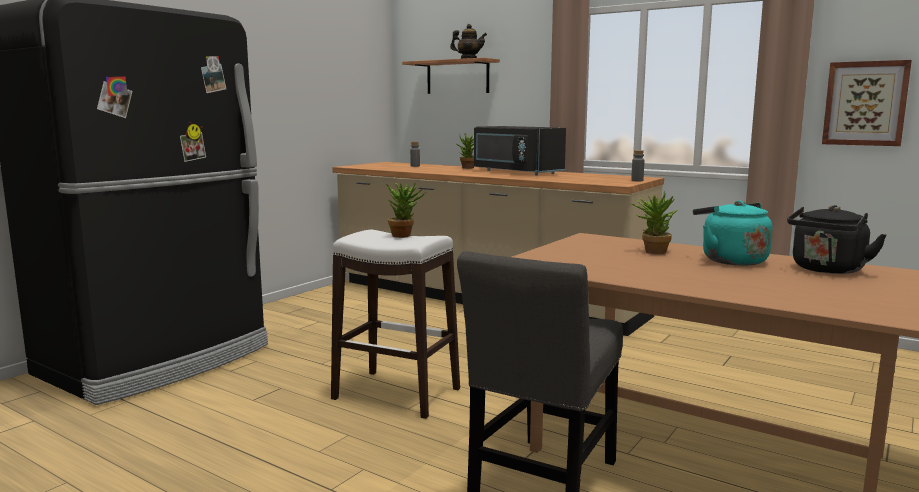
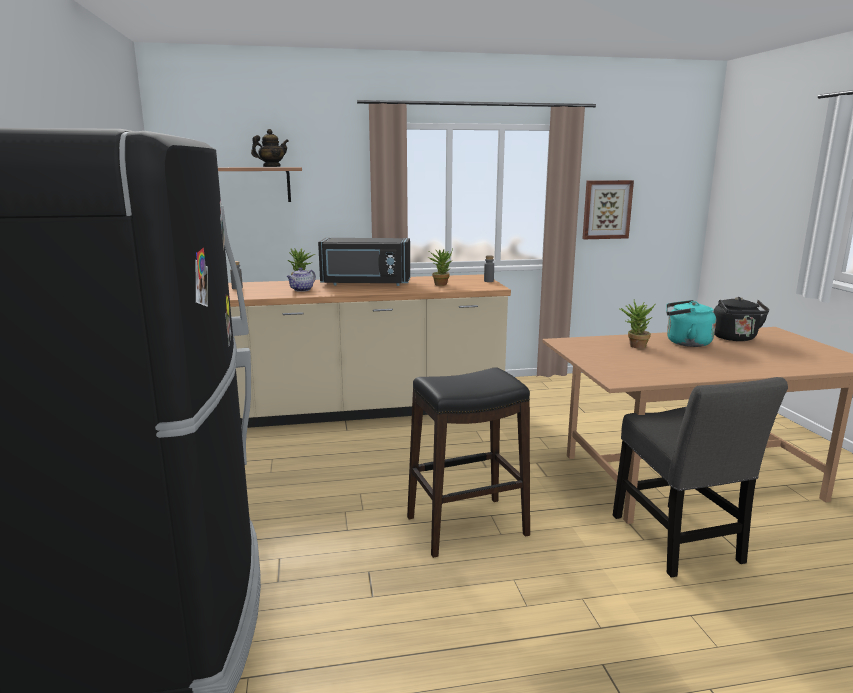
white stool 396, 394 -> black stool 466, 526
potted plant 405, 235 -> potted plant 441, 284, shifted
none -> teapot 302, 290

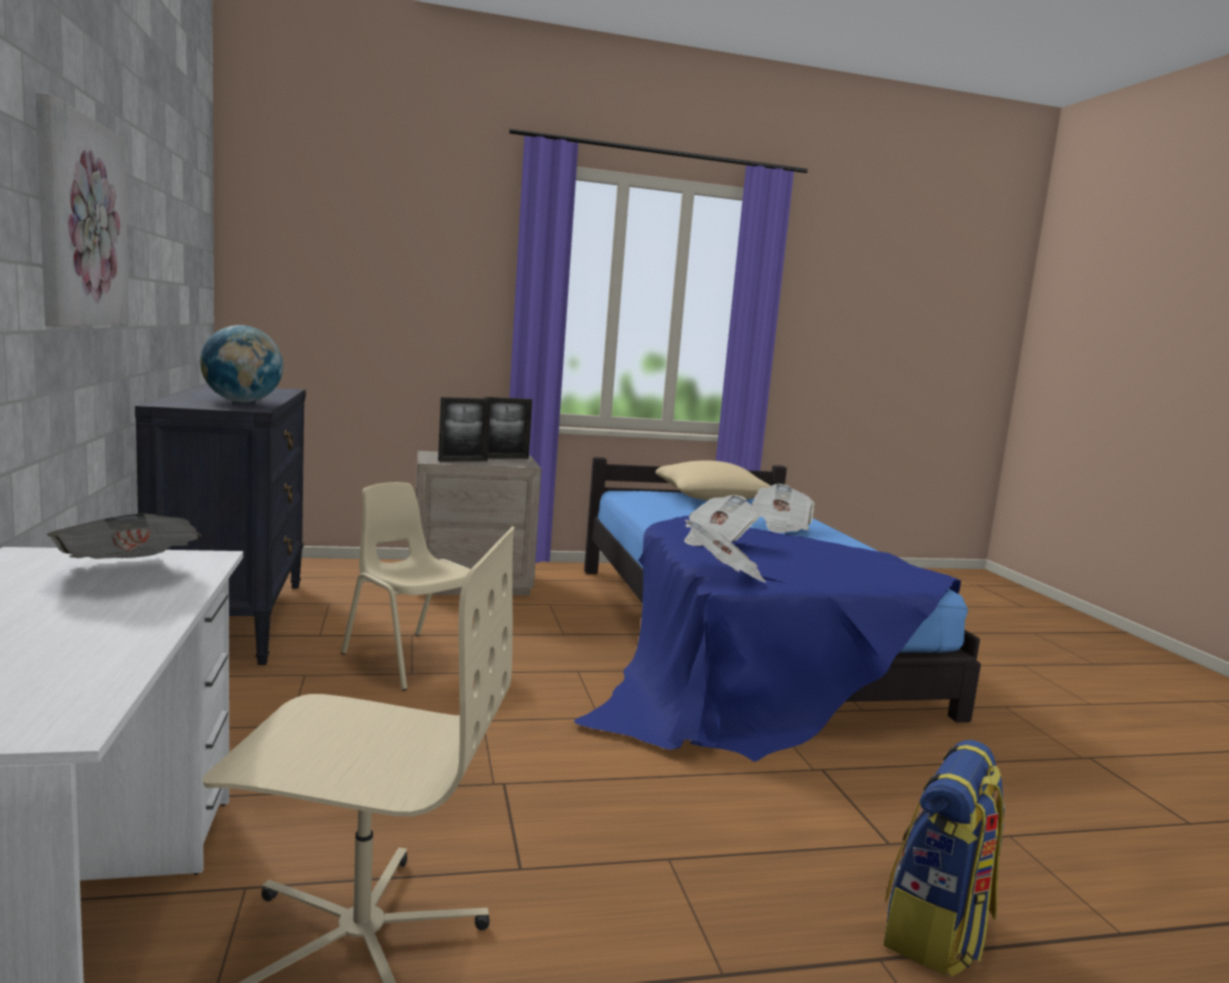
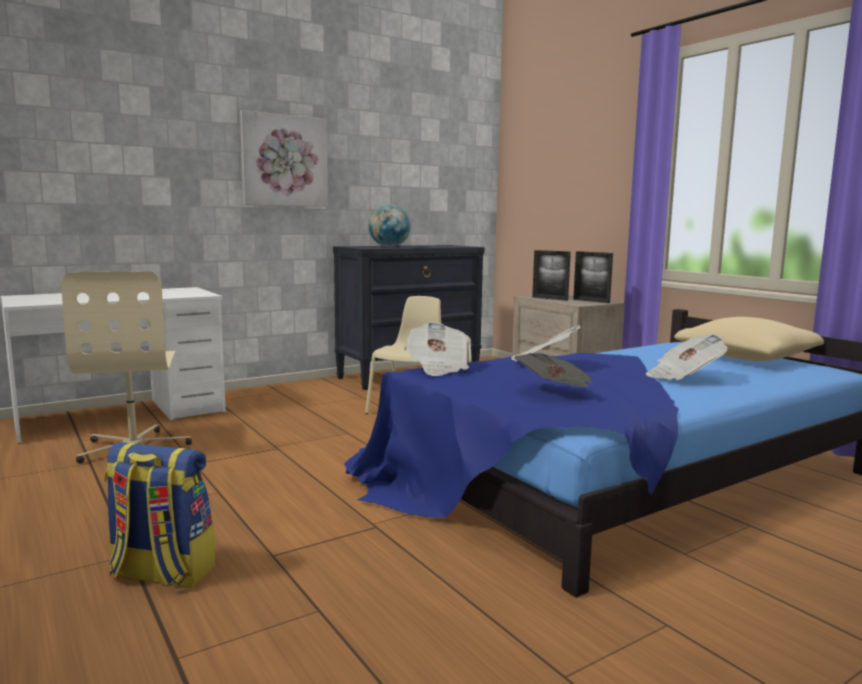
newspaper 129, 574 -> newspaper 555, 392, shifted

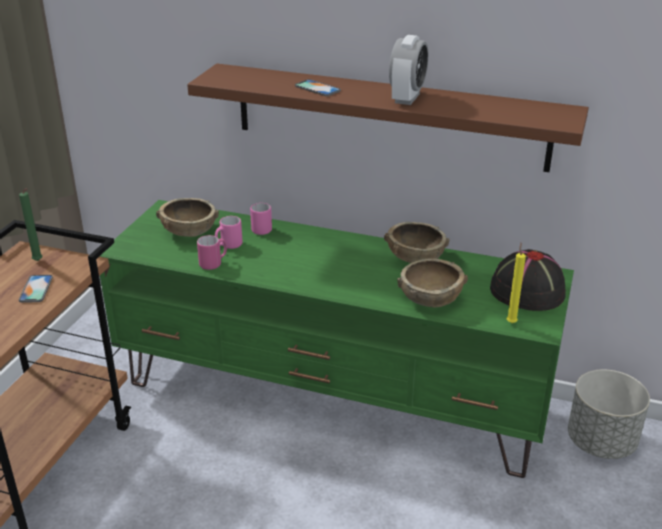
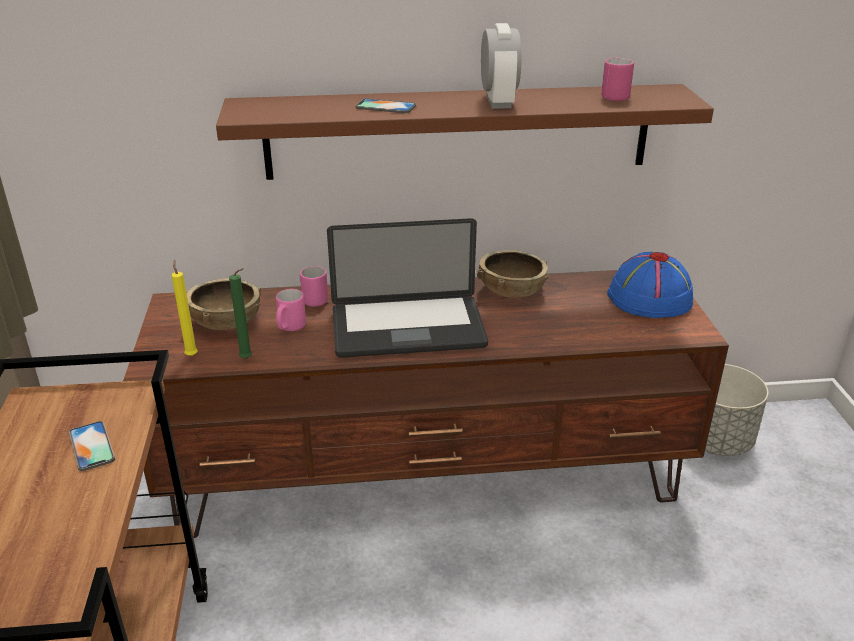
green candle 38, 261 -> green candle 248, 359, shifted
green tv stand 333, 395 -> brown tv stand 428, 476
pink mug 214, 263 -> pink mug 616, 96, shifted
brown bowl 431, 298 -> none
black hat 526, 291 -> blue hat 649, 298
yellow candle 511, 322 -> yellow candle 191, 354, shifted
none -> laptop 408, 329

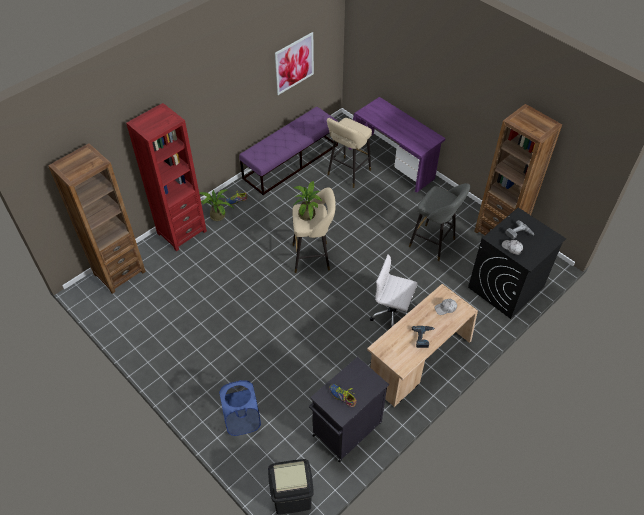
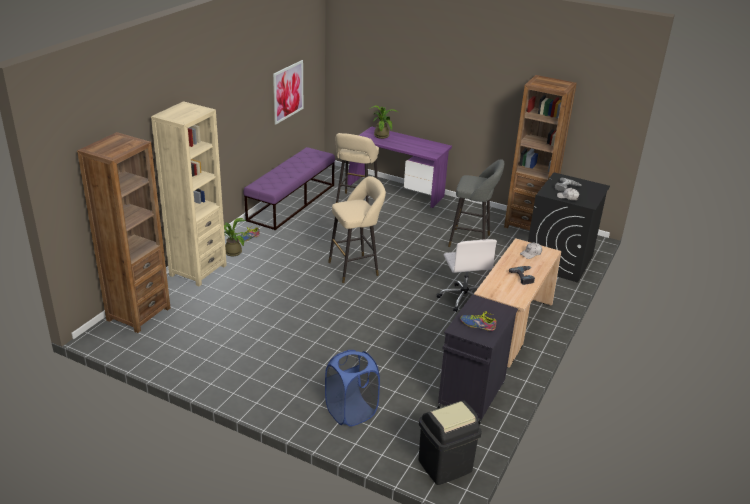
red bookcase 182, 232 -> beige bookcase 198, 270
potted plant 308, 213 -> potted plant 382, 135, shifted
white office chair 392, 314 -> white office chair 463, 298, 105 degrees counterclockwise

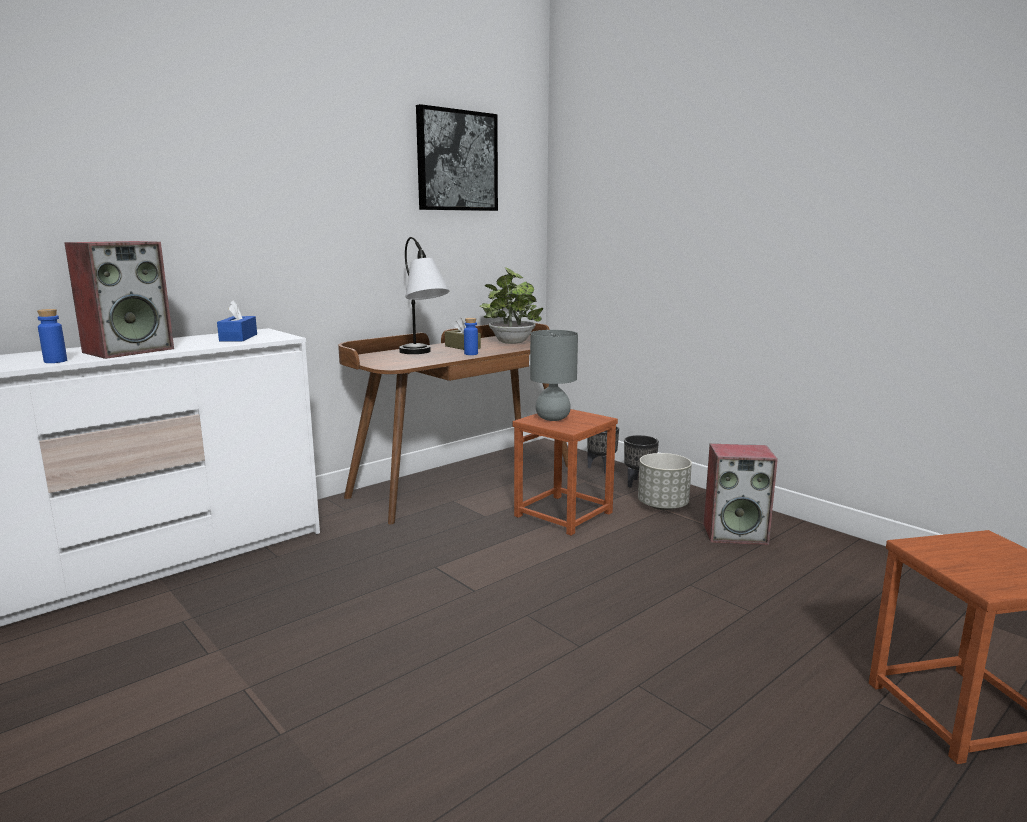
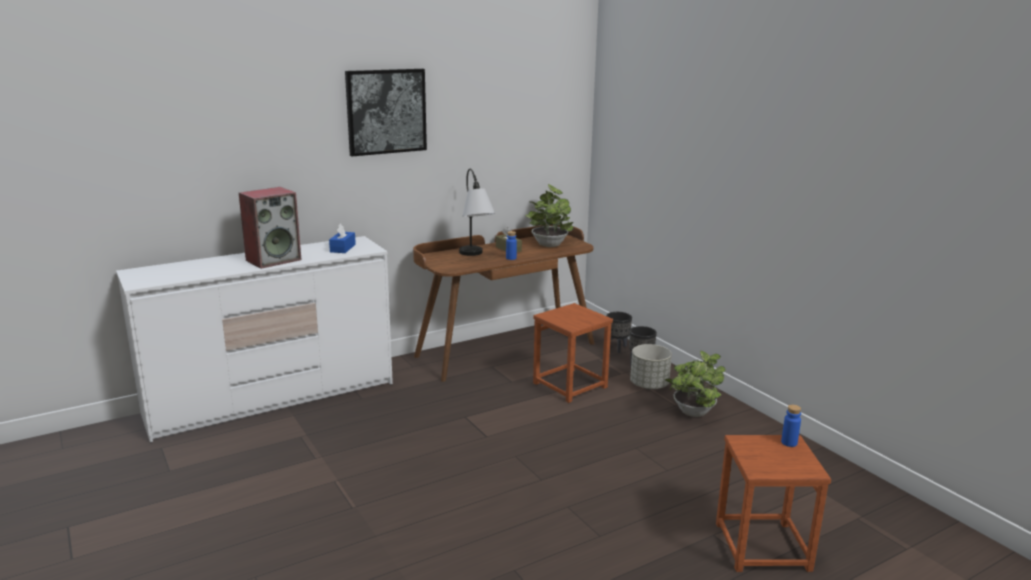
blue bottle 55, 361 -> blue bottle 789, 443, shifted
picture 457, 161 -> picture 386, 111, shifted
grey table lamp 553, 418 -> none
speaker 735, 534 -> potted plant 692, 413

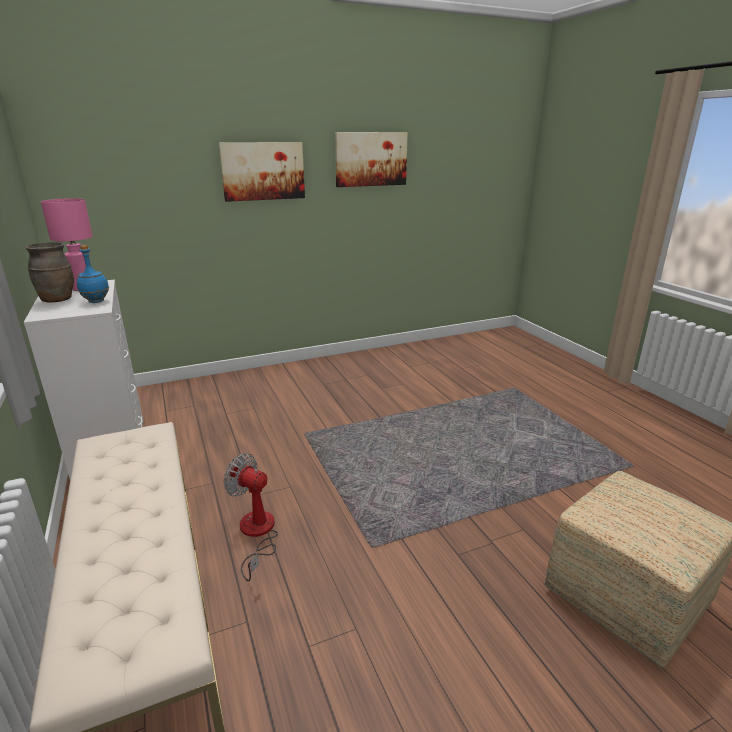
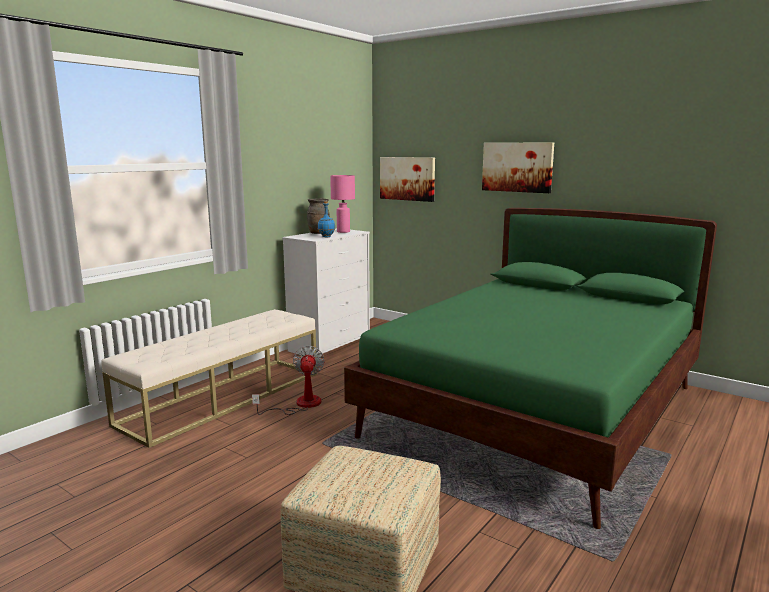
picture 371, 159 -> picture 407, 178, shifted
none -> green bed 537, 411

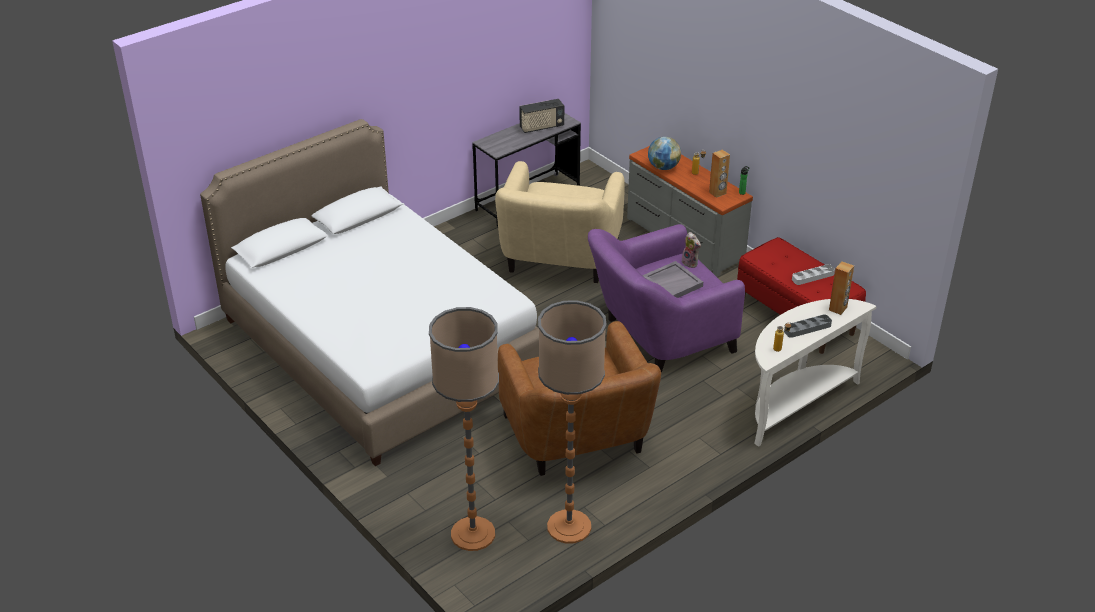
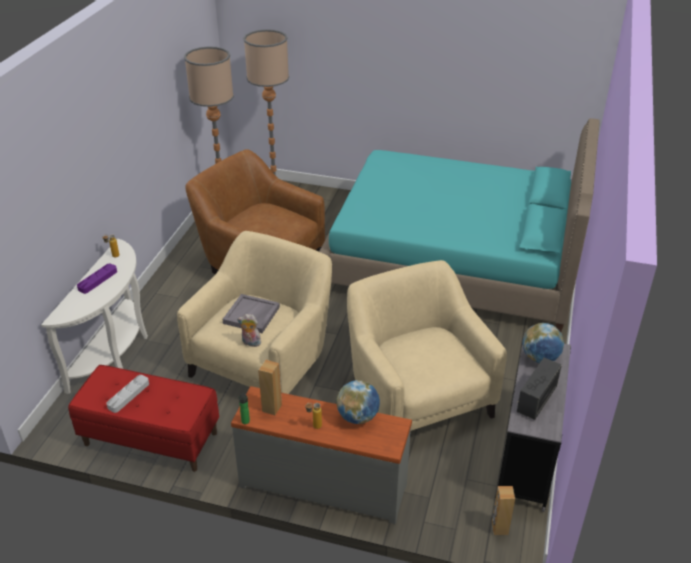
white bed 381, 348 -> turquoise bed 453, 262
purple armchair 659, 336 -> beige armchair 264, 360
grey tray 807, 328 -> purple tray 97, 280
brown speaker 838, 309 -> brown speaker 499, 528, shifted
none -> globe 540, 358

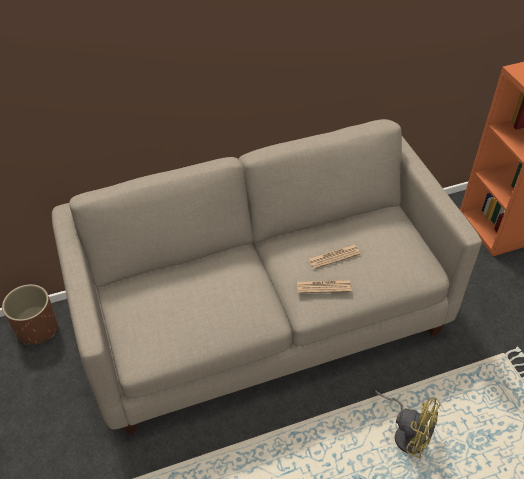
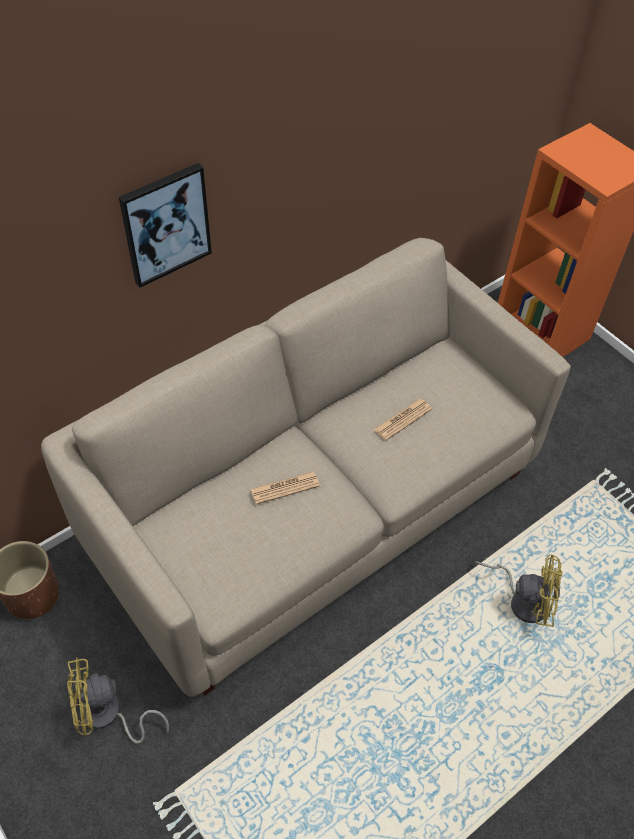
newspaper 323, 287 -> newspaper 285, 488, shifted
none -> yellow fan 108, 715
none -> picture 165, 224

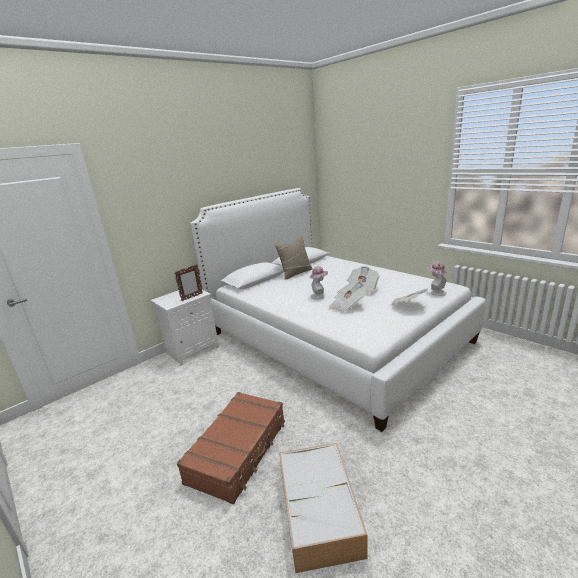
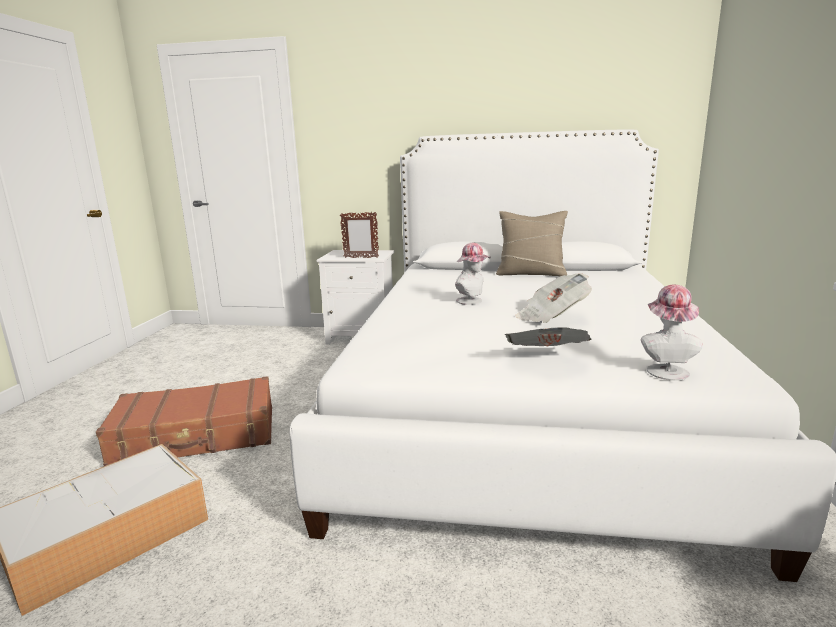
newspaper 347, 305 -> none

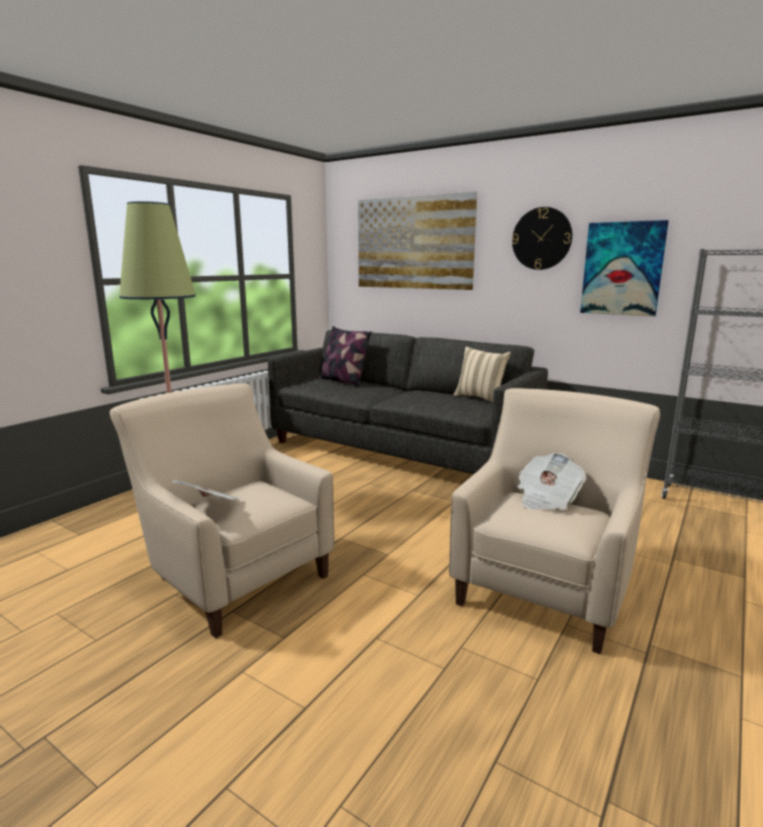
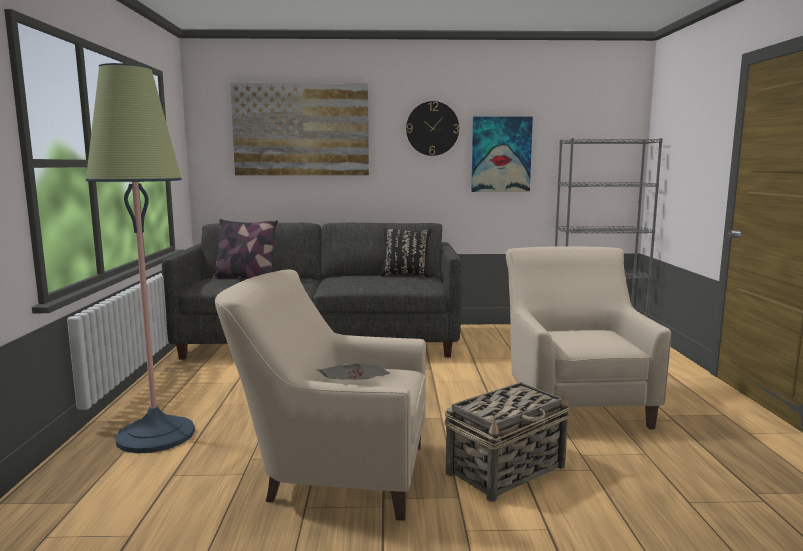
beige pillow 480, 398 -> black pillow 406, 275
newspaper 546, 499 -> none
none -> basket 507, 470

